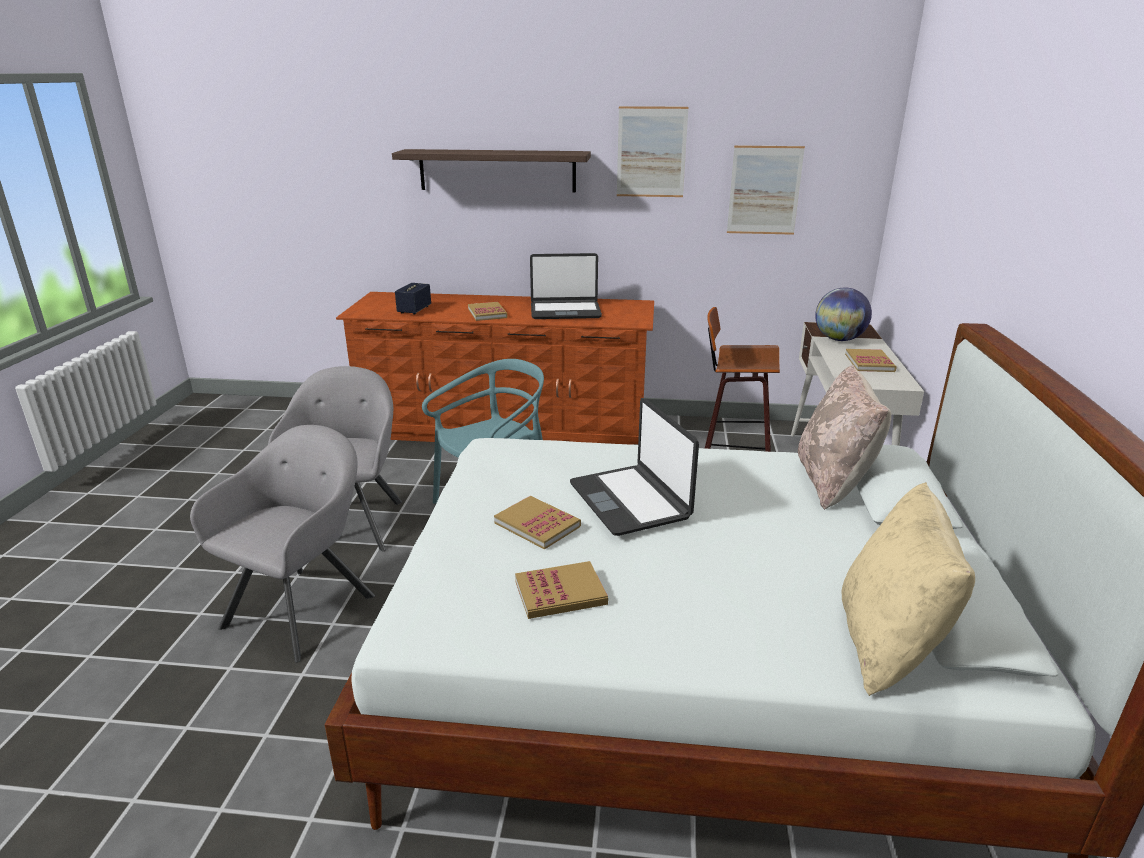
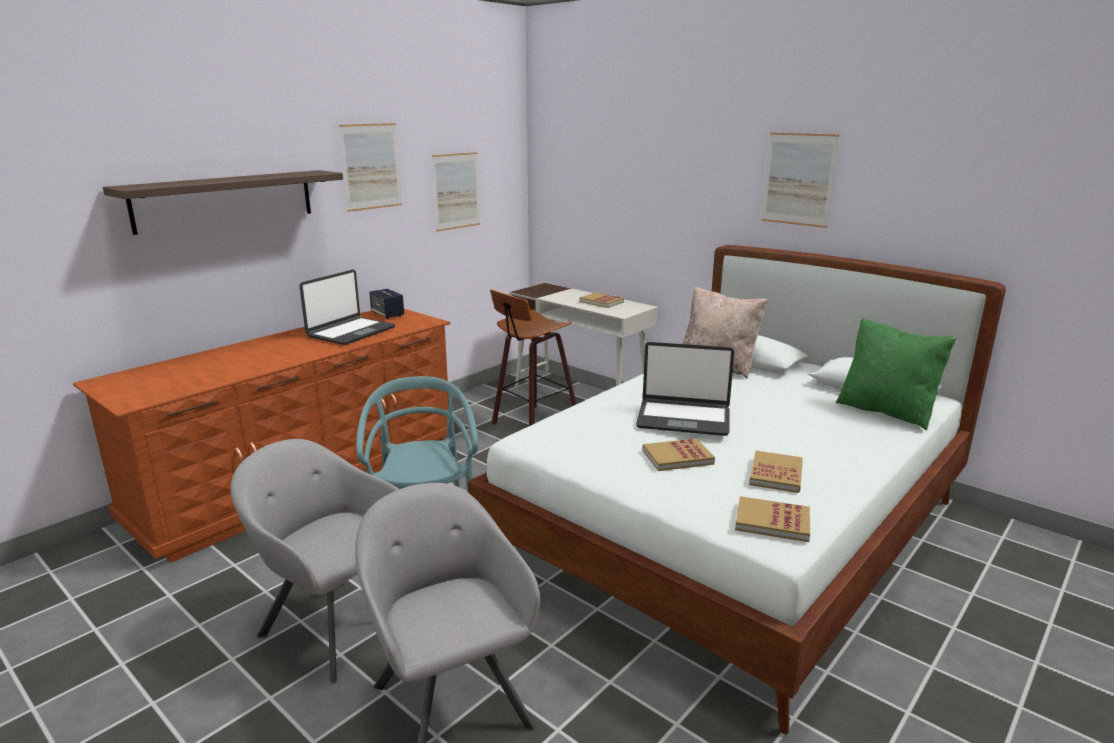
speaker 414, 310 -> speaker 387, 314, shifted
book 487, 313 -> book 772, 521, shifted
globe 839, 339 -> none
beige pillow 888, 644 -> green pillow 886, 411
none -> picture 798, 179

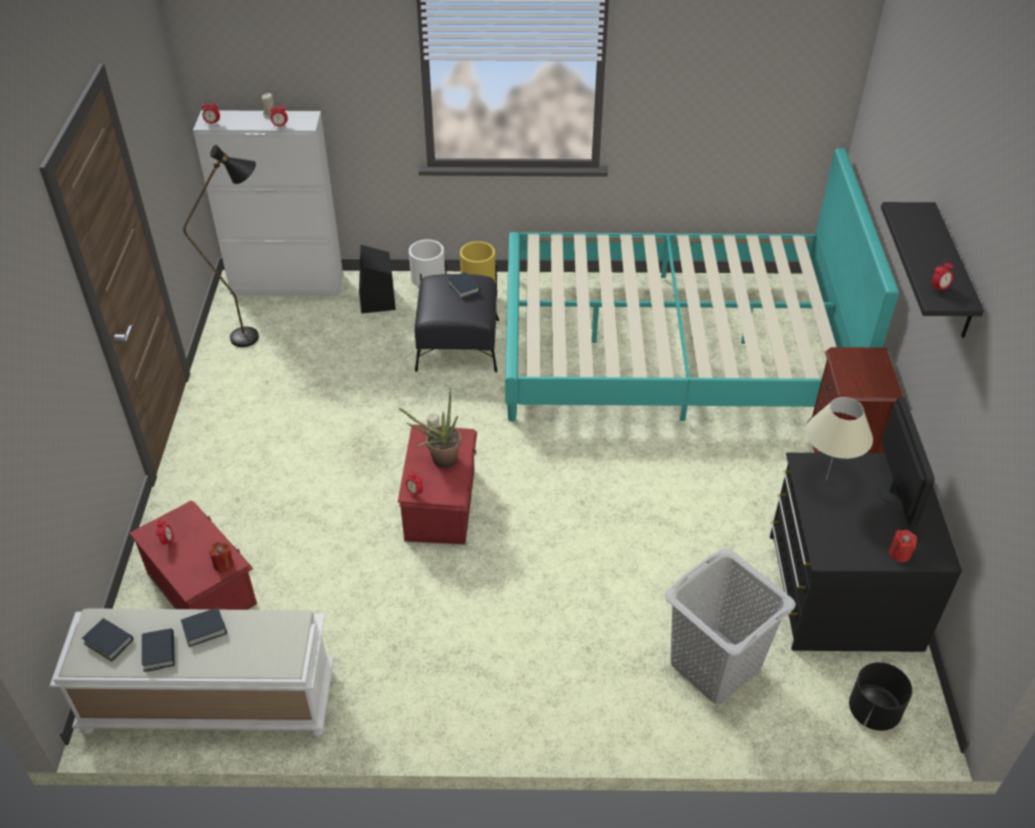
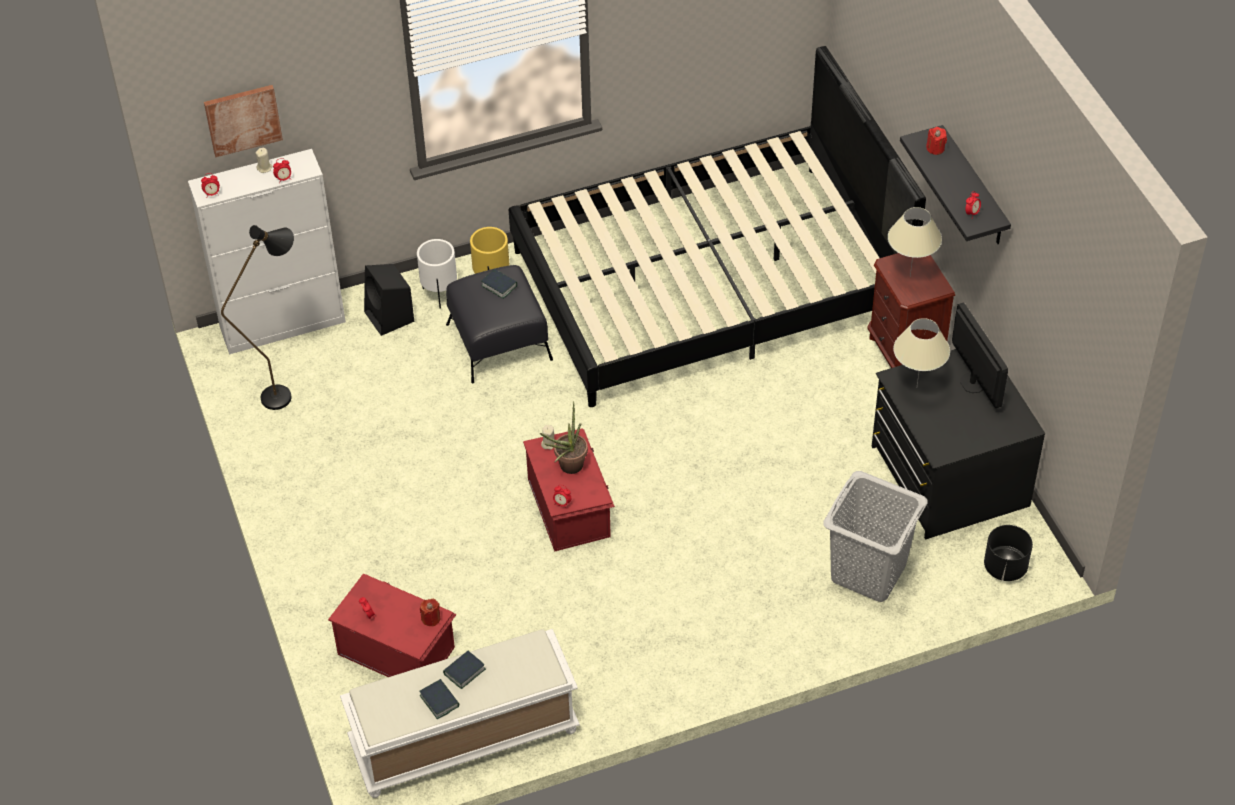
book 109, 642 -> none
turquoise bed 672, 346 -> black bed 709, 283
red candle 899, 554 -> red candle 935, 148, shifted
none -> picture 243, 119
none -> beige table lamp 910, 276

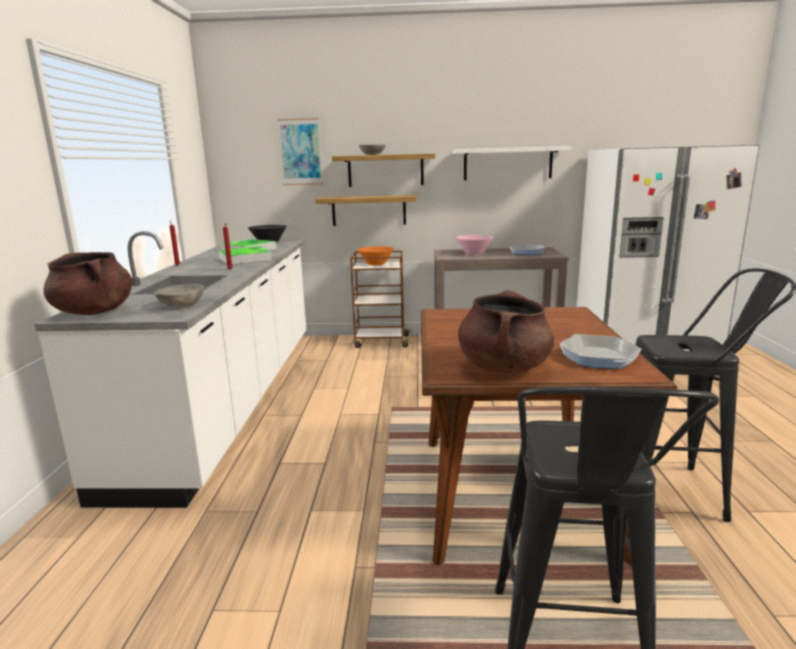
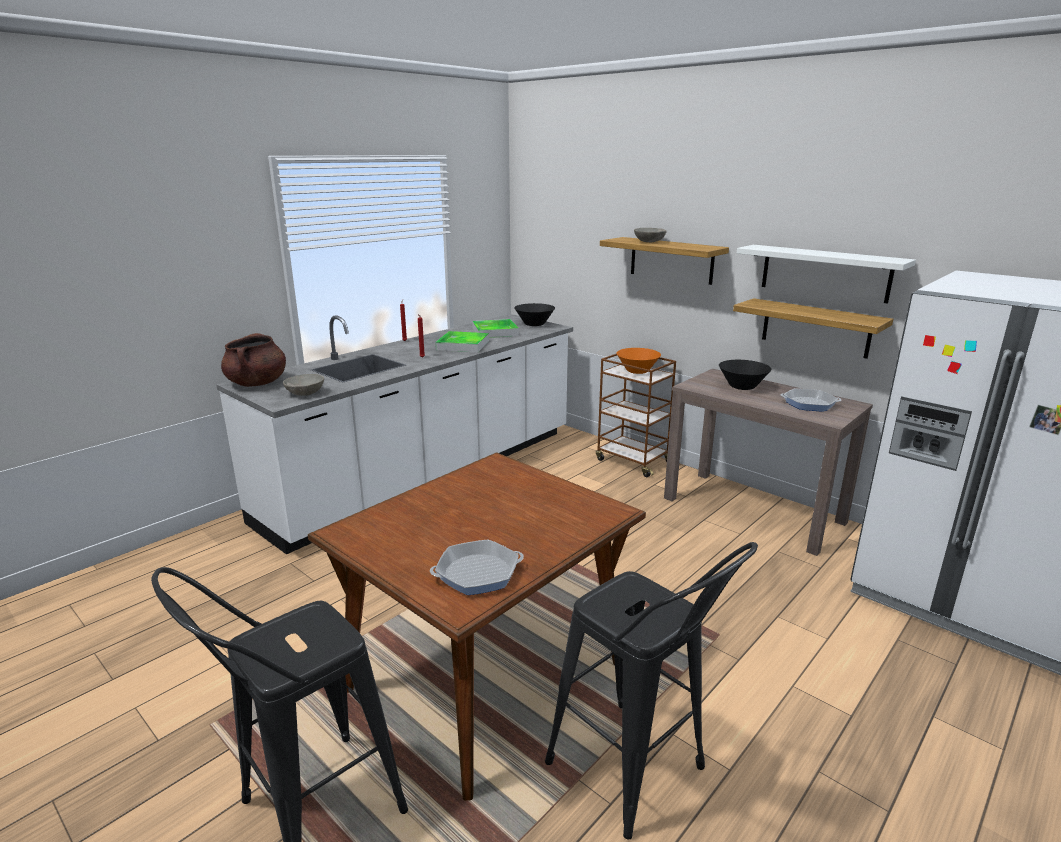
picture 300, 152 -> none
shelf 369, 210 -> shelf 815, 328, shifted
pink bowl 474, 253 -> black bowl 742, 386
brown cooking pot 503, 367 -> none
frying pan 598, 357 -> frying pan 477, 573, 45 degrees clockwise

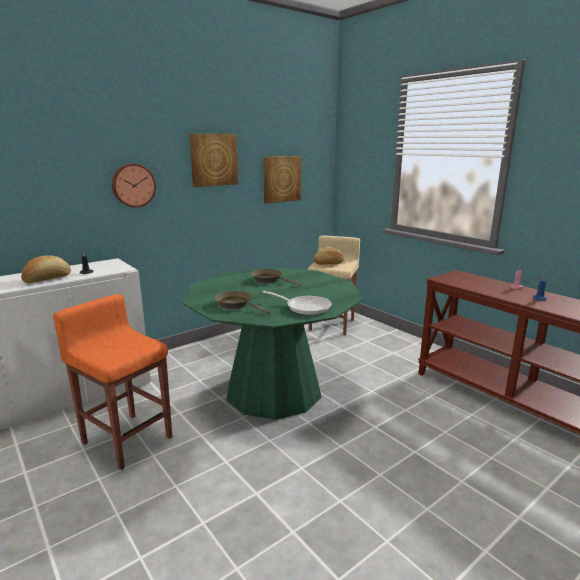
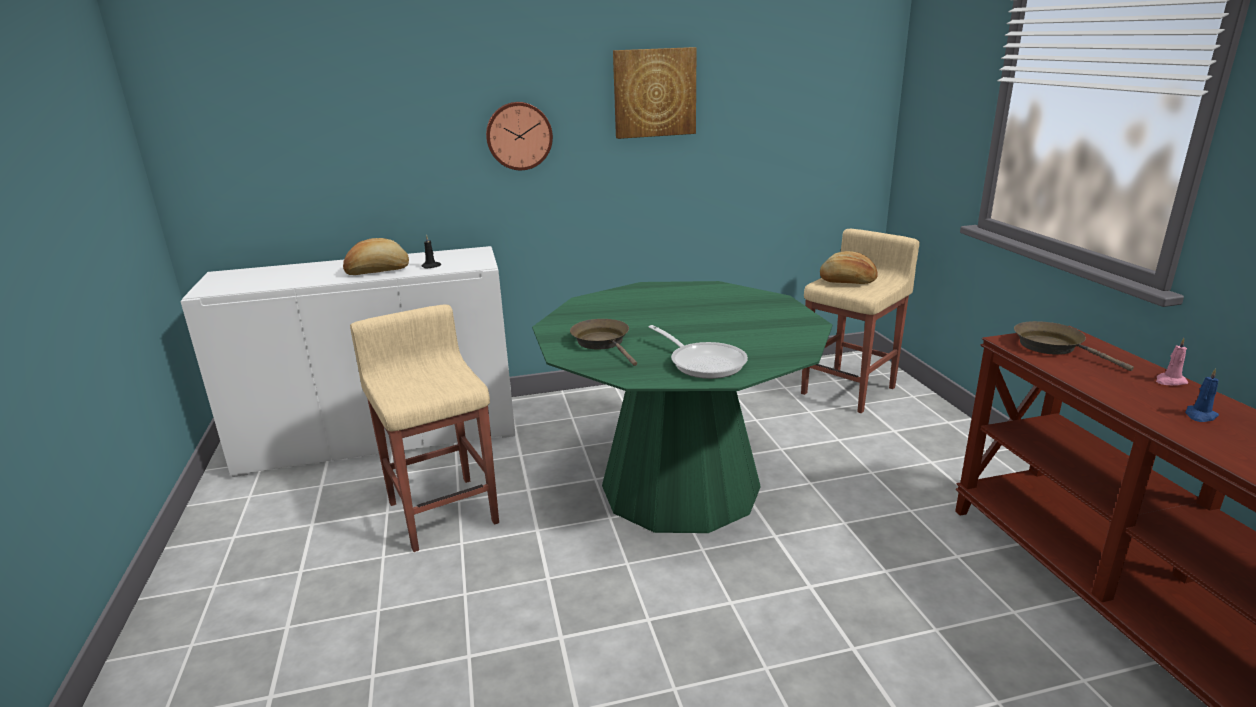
orange stool 126, 439 -> beige stool 443, 511
brown frying pan 269, 280 -> brown frying pan 1053, 347, shifted
picture 281, 179 -> none

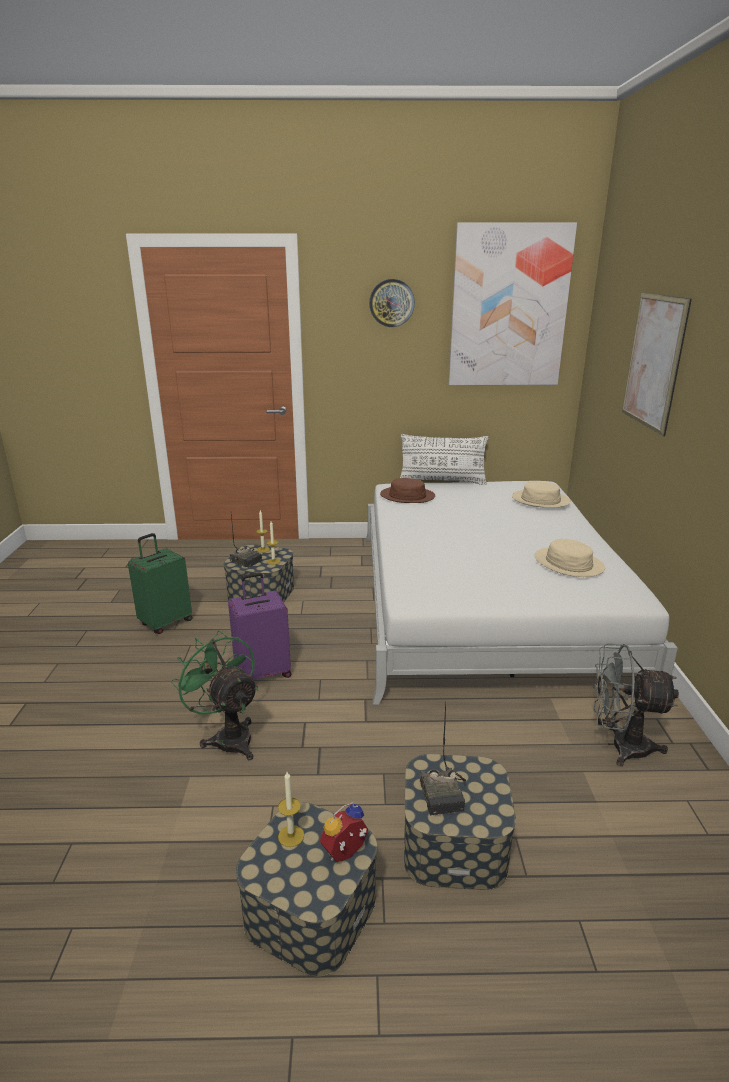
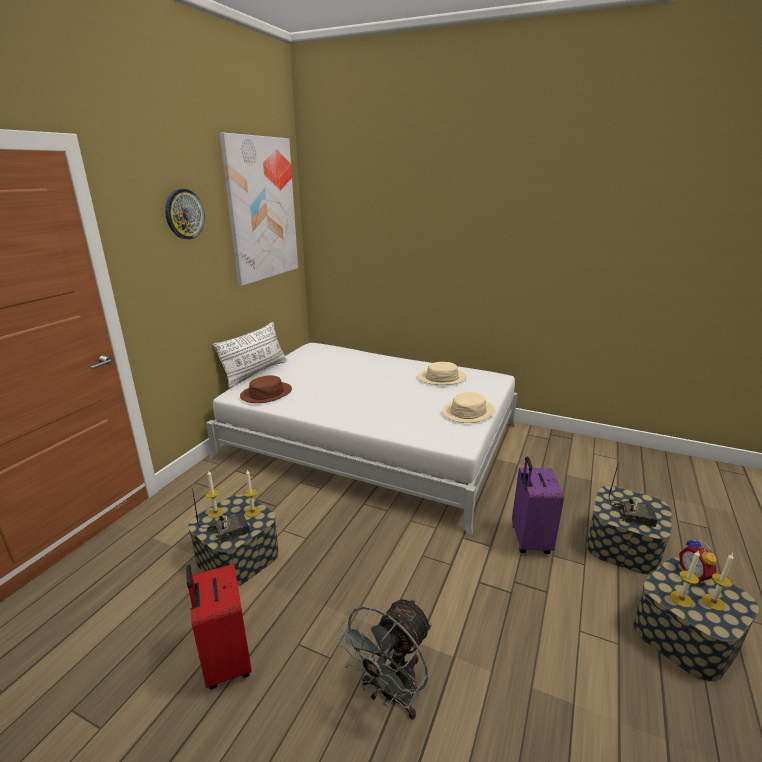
green suitcase 165, 622 -> red suitcase 225, 661
green fan 228, 736 -> none
purple suitcase 263, 673 -> purple suitcase 529, 540, shifted
beige hat 540, 500 -> beige hat 468, 412, shifted
grey fan 619, 746 -> grey fan 390, 695, shifted
picture 653, 361 -> none
none -> candle 713, 602

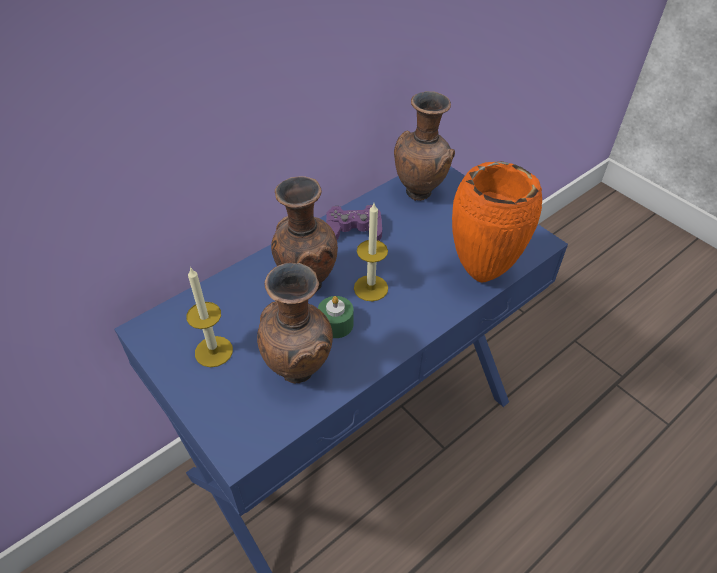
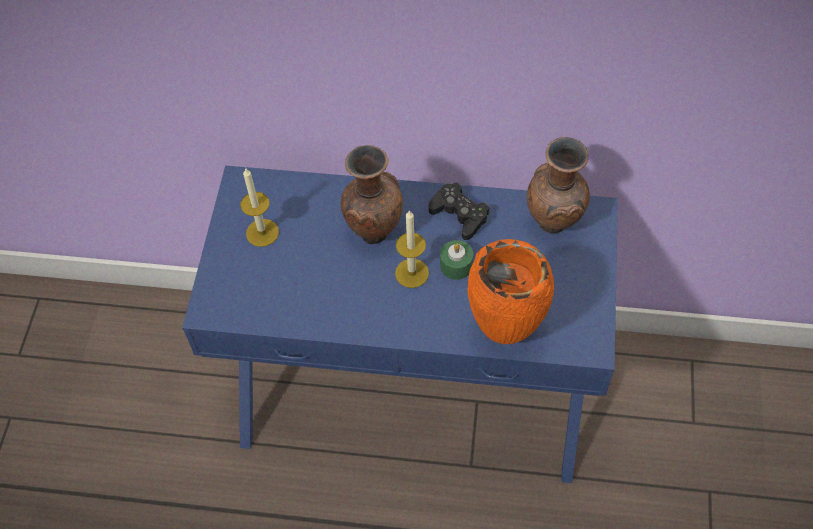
brown vase 300, 371 -> none
green candle 336, 324 -> green candle 456, 265, shifted
purple game controller 353, 229 -> black game controller 459, 214

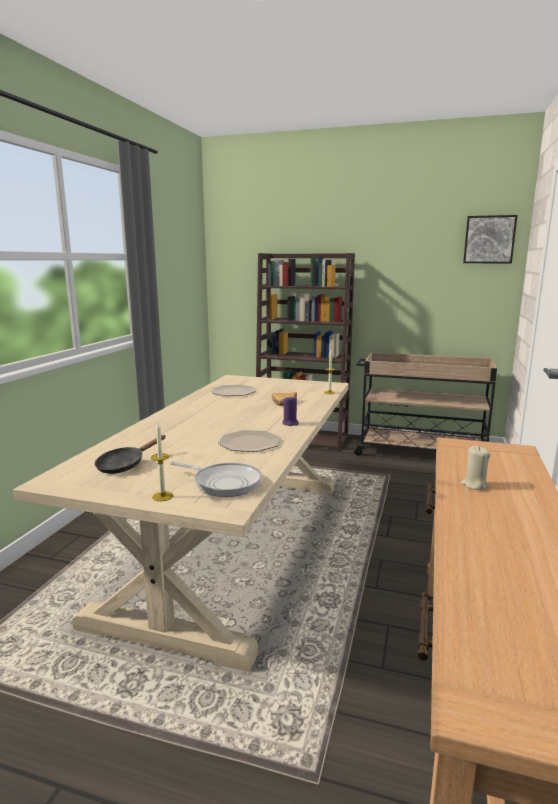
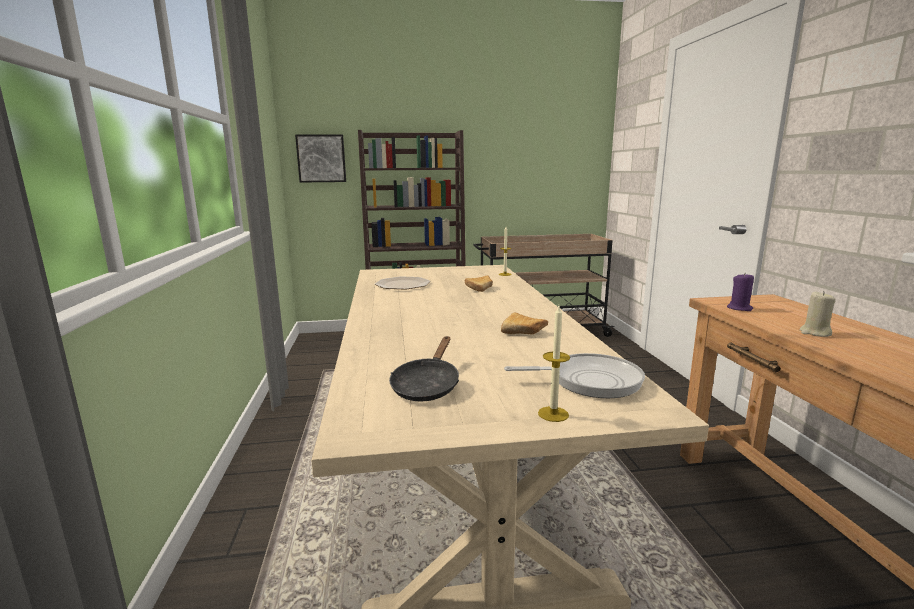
plate 249, 442 -> bread 524, 332
purple candle 290, 423 -> purple candle 739, 308, shifted
picture 489, 239 -> picture 321, 158, shifted

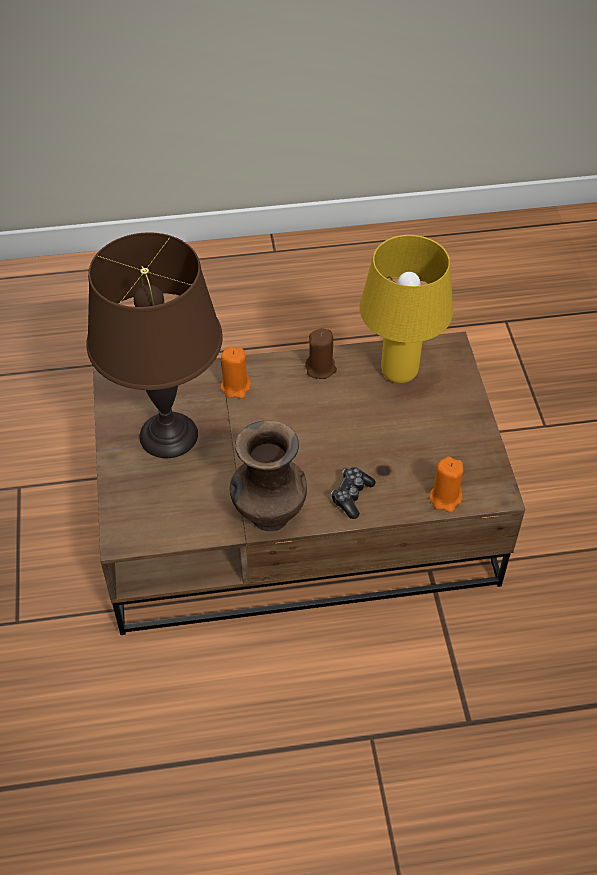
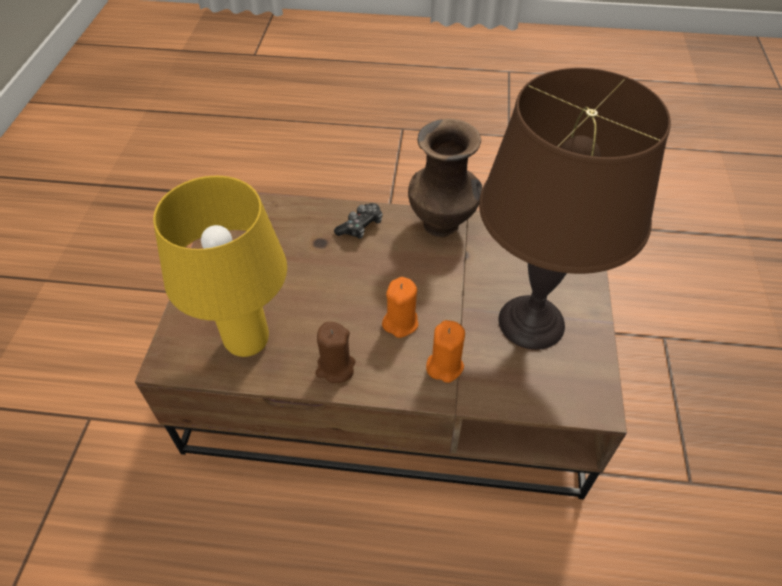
orange candle 445, 498 -> orange candle 400, 322, shifted

